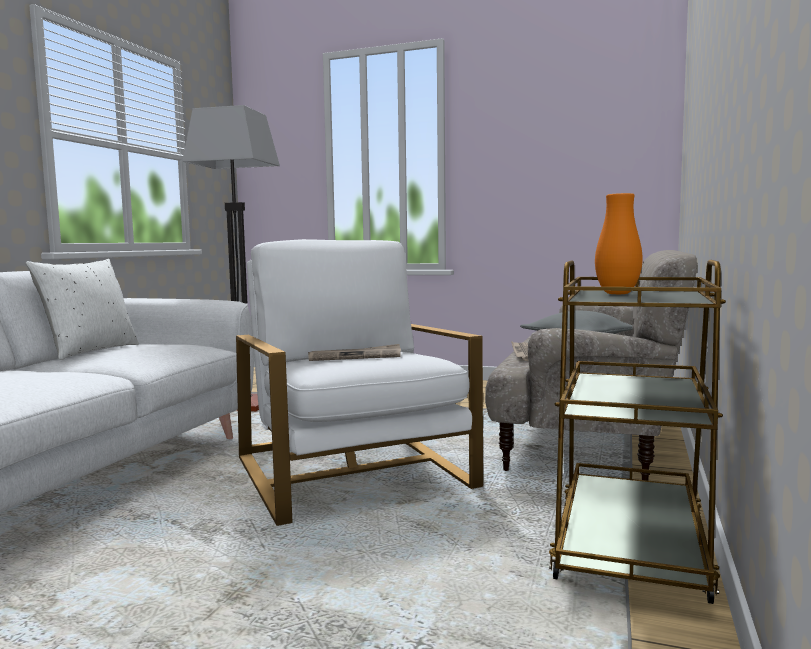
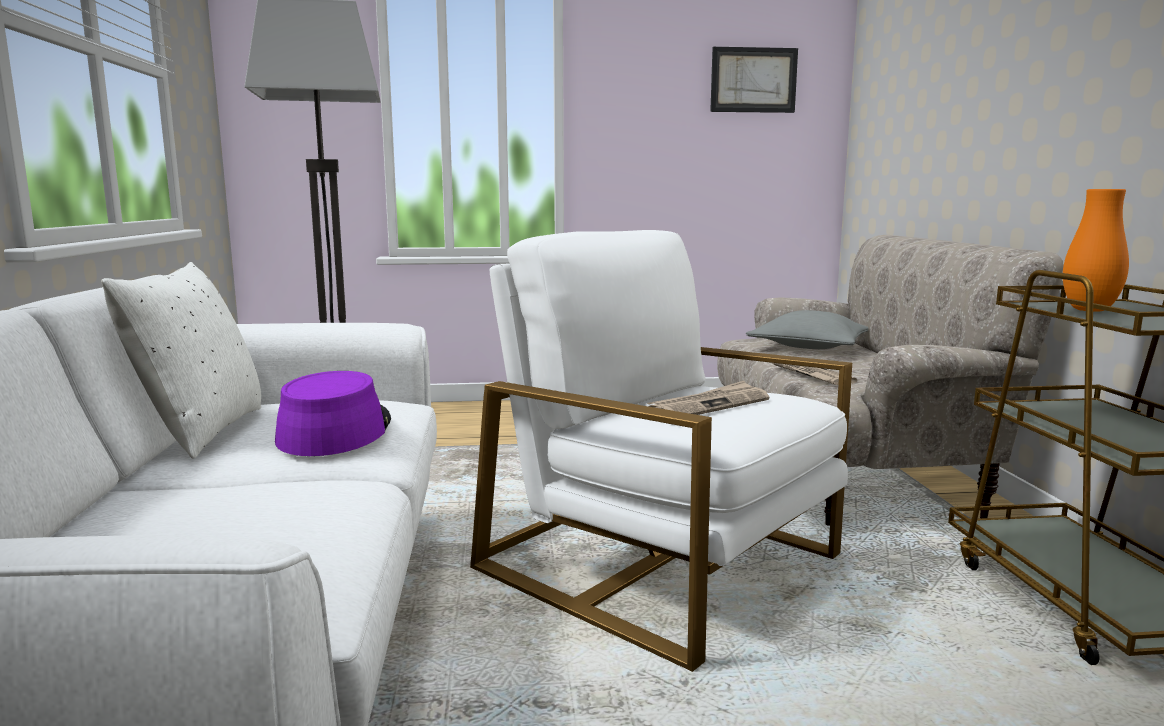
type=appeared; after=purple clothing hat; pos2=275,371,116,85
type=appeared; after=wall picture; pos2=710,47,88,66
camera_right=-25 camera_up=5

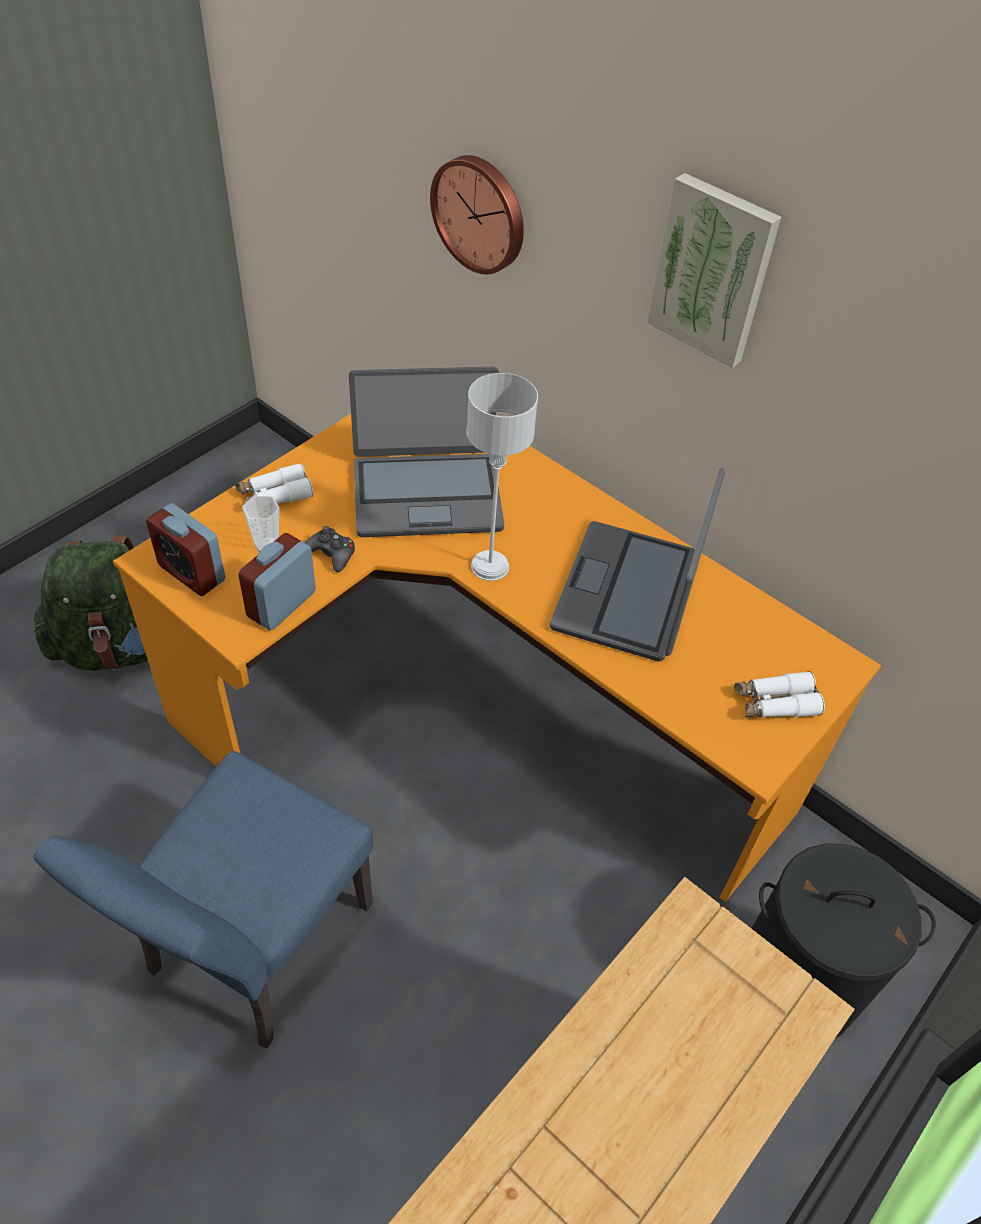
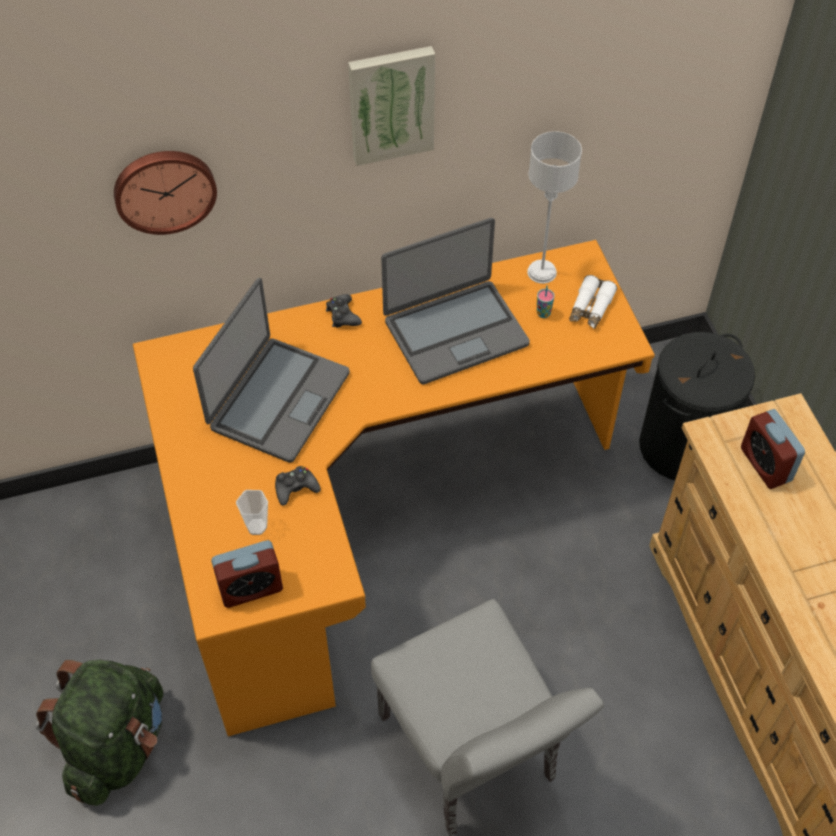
type=appeared; after=black game controller; pos2=326,294,36,34
type=colour; before=blue chair; after=greyish chair; pos1=33,751,340,298; pos2=371,599,233,237
type=spun; before=notebook computer; pos1=550,468,175,194; pos2=381,218,149,166; turn=-75
type=relocated; before=greyish lamp for a table; pos1=467,373,71,208; pos2=527,131,55,153
type=appeared; after=drinking cup; pos2=537,285,18,33
type=relocated; before=bedside clock; pos1=238,533,78,98; pos2=741,409,64,80
type=missing; before=whitish pair of binoculars; pos1=235,463,79,41
camera_right=-55 camera_up=5

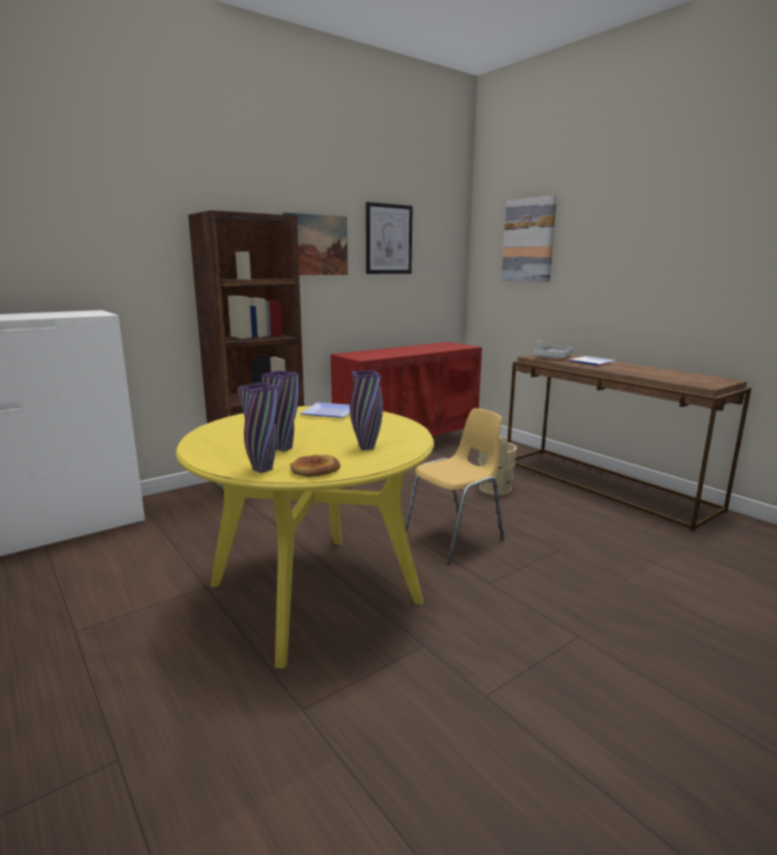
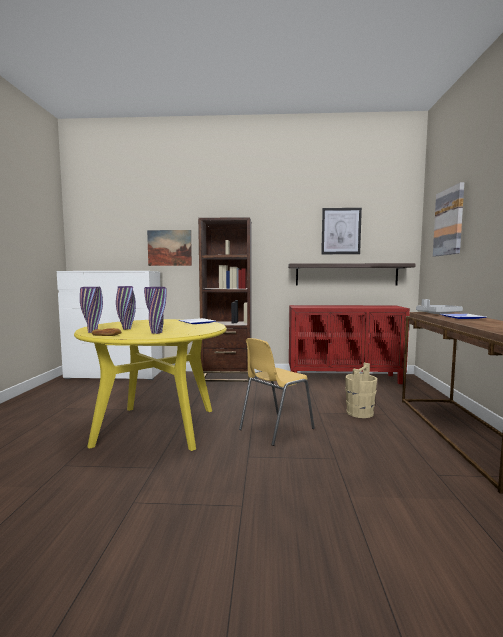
type=relocated; before=wall picture; pos1=282,212,66,63; pos2=147,230,45,36
type=spun; before=yellow chair; pos1=405,408,100,156; pos2=239,338,76,108; turn=135
type=appeared; after=wall shelf; pos2=288,263,128,23
camera_right=40 camera_up=-10

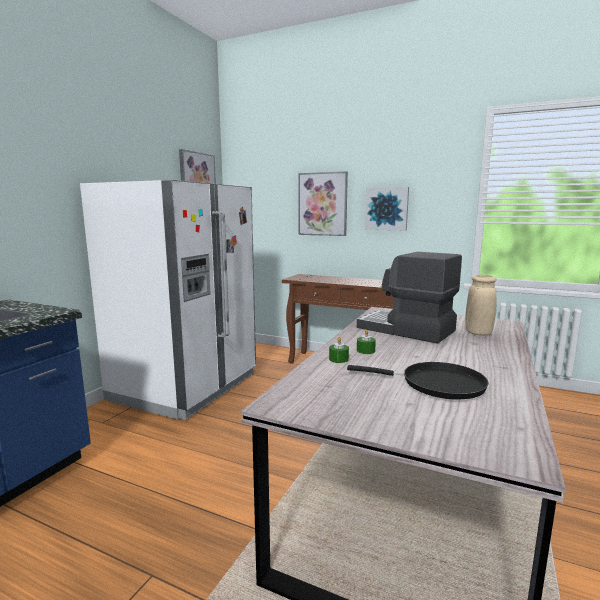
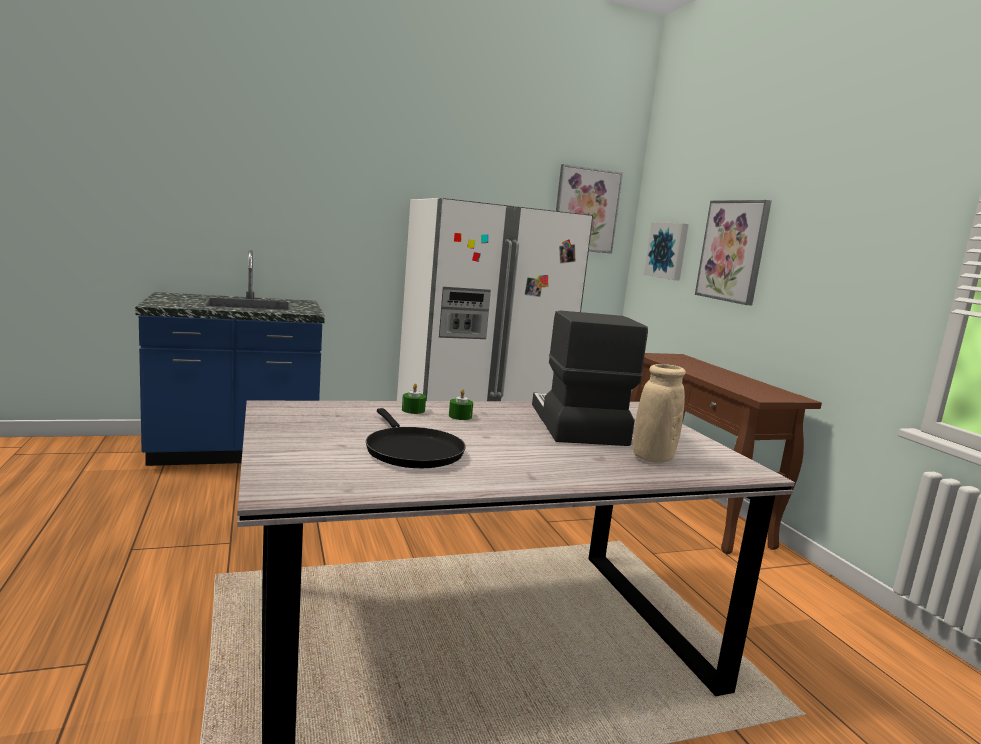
type=relocated; before=wall picture; pos1=365,187,44,43; pos2=644,222,45,59
camera_right=45 camera_up=0

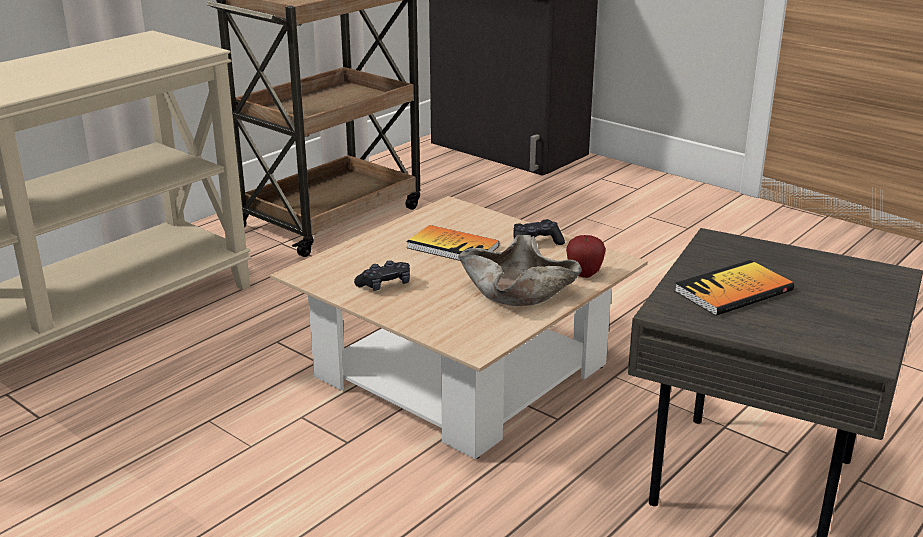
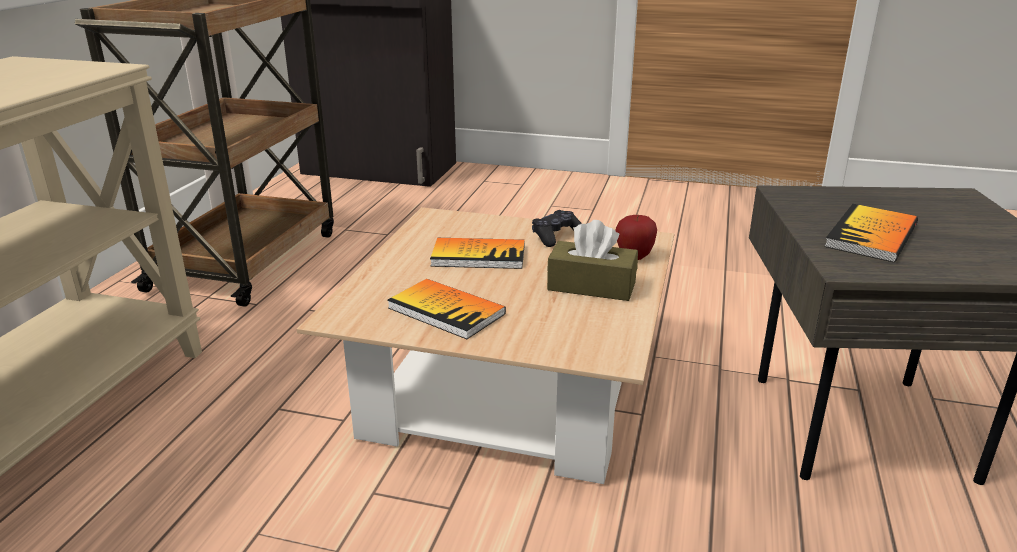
type=exchanged; before=black game controller; after=book; pos1=354,260,56,31; pos2=387,279,119,60
type=exchanged; before=sand-coloured serving bowl; after=brown-coloured box of tissues; pos1=458,235,124,71; pos2=547,220,91,81
camera_right=-25 camera_up=0

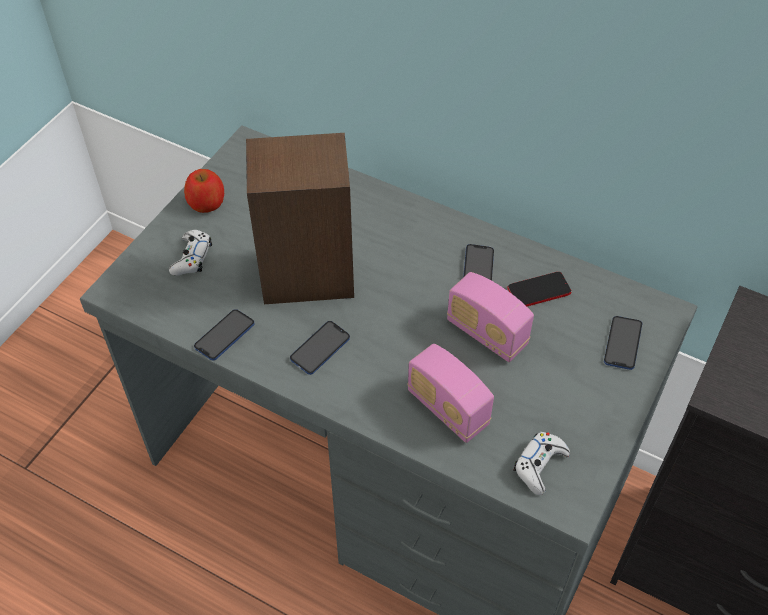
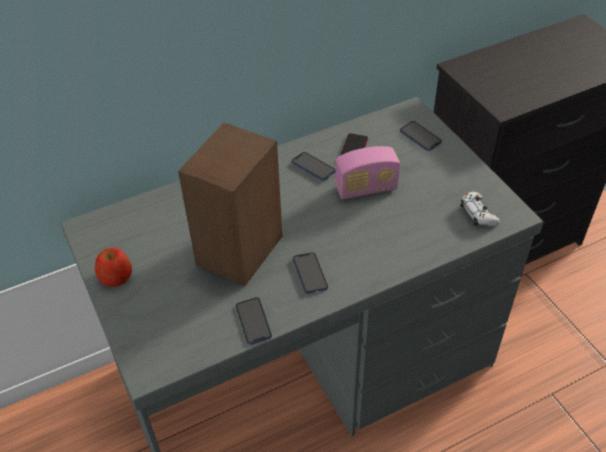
type=missing; before=whitish game controller; pos1=169,230,43,46
type=missing; before=radio set; pos1=407,344,87,99
camera_right=-55 camera_up=-5

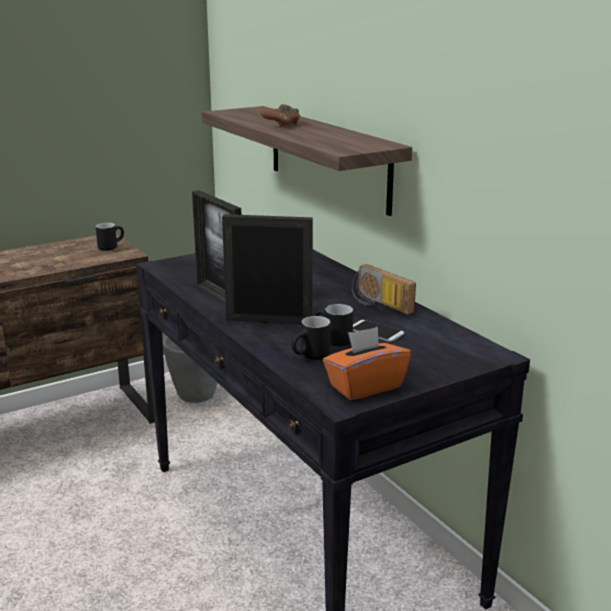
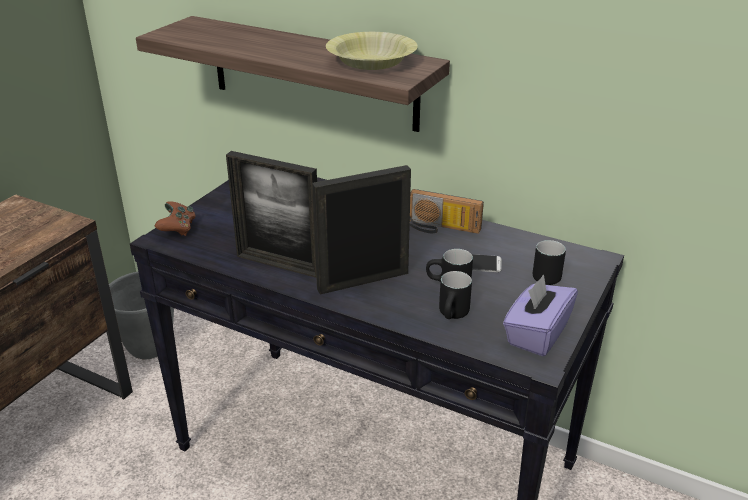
type=relocated; before=brown-coloured game controller; pos1=260,104,40,24; pos2=155,201,41,35
type=appeared; after=yellow serving bowl; pos2=326,32,92,38
type=colour; before=orange box of tissues; after=purple box of tissues; pos1=323,327,88,73; pos2=503,274,75,82
type=relocated; before=black coffee mug; pos1=96,223,28,28; pos2=533,240,33,45
camera_right=-30 camera_up=10

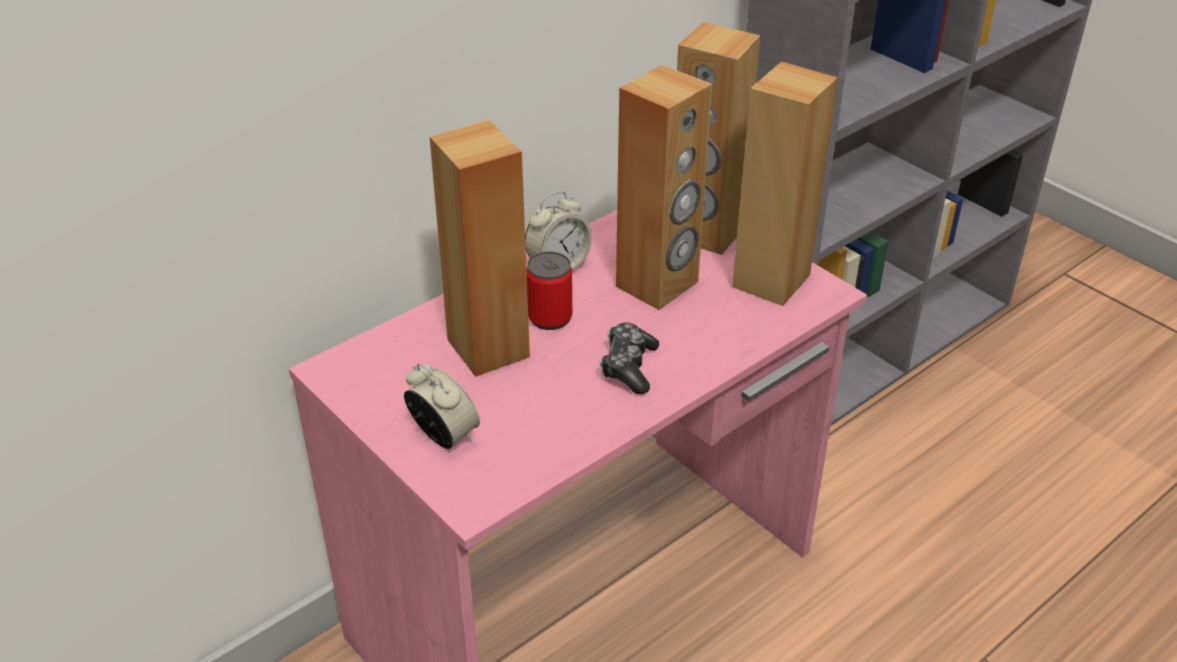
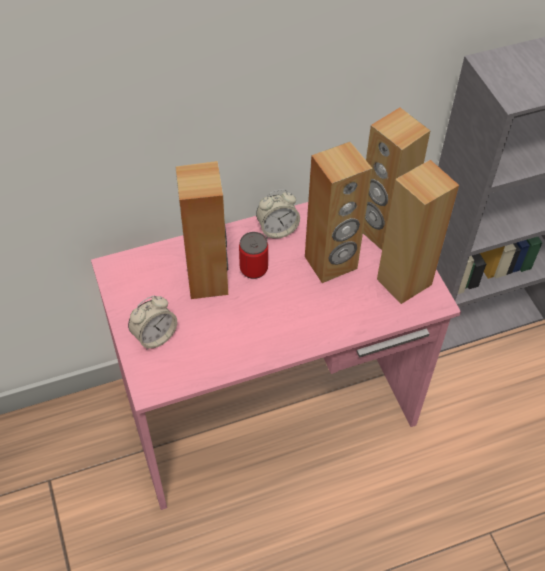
type=spun; before=bedside clock; pos1=404,363,76,86; pos2=128,295,49,55; turn=75
type=missing; before=game controller; pos1=600,323,59,71
camera_right=20 camera_up=15

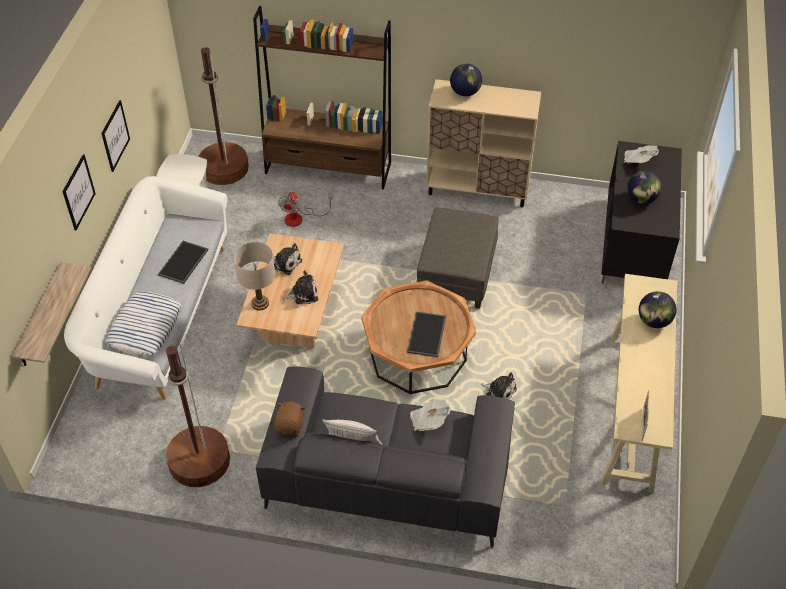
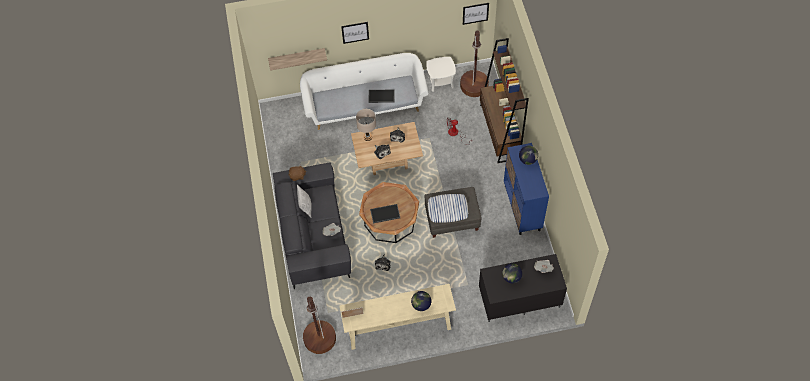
type=relocated; before=brown-coloured floor lamp; pos1=166,344,64,143; pos2=303,297,33,57
type=relocated; before=throw pillow; pos1=106,292,75,64; pos2=428,194,40,29
type=relocated; before=wall picture; pos1=101,100,29,72; pos2=463,3,26,22
type=colour; before=sand-coloured cabinet; after=blue cabinet; pos1=426,79,115,128; pos2=504,143,45,92
camera_right=70 camera_up=10

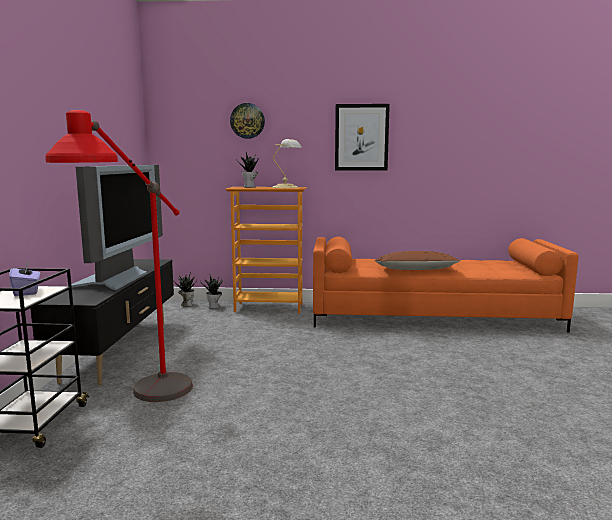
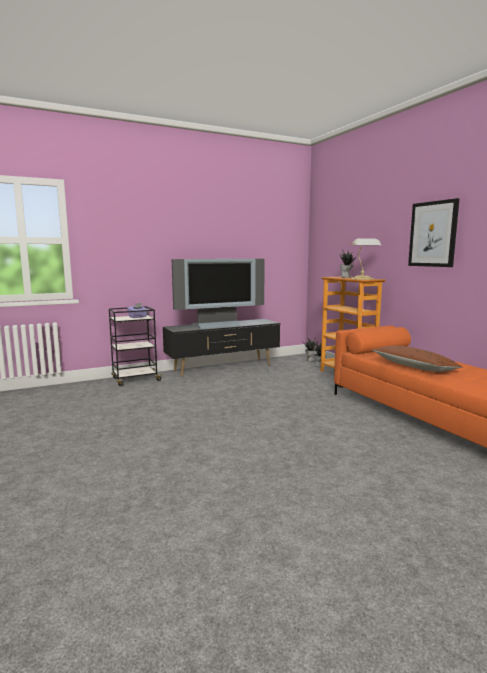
type=missing; before=red floor lamp; pos1=45,110,148,292
type=missing; before=wall clock; pos1=230,103,35,36
camera_right=60 camera_up=0

